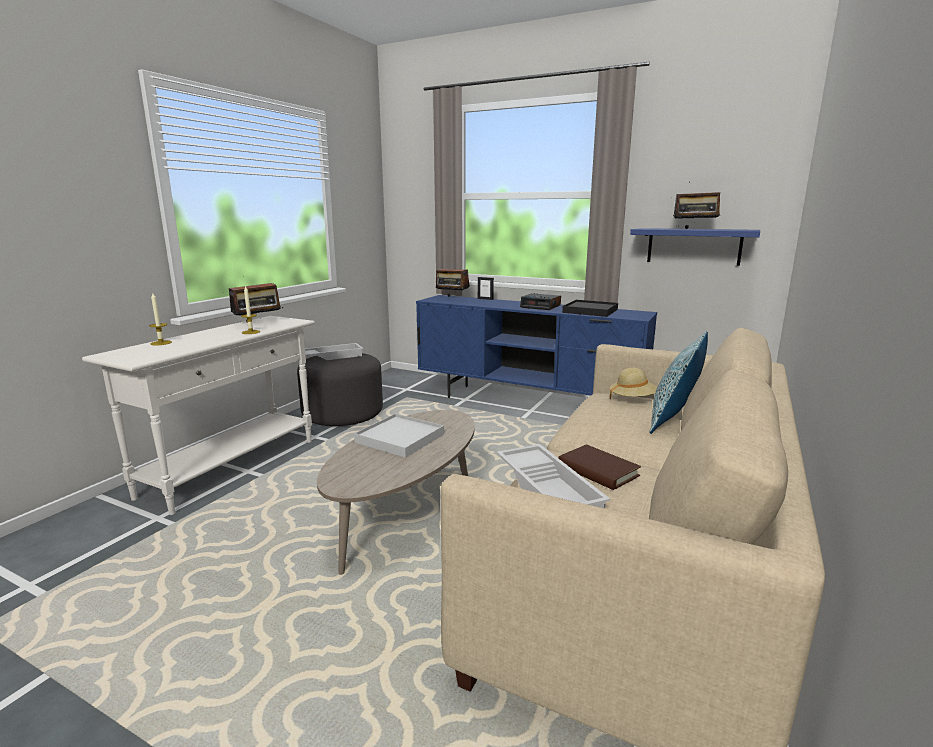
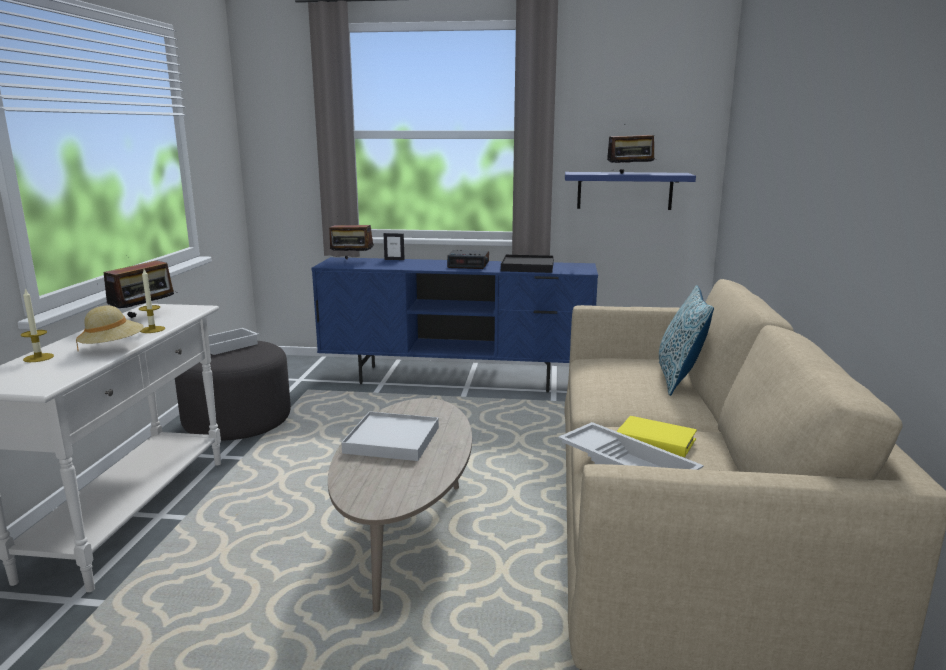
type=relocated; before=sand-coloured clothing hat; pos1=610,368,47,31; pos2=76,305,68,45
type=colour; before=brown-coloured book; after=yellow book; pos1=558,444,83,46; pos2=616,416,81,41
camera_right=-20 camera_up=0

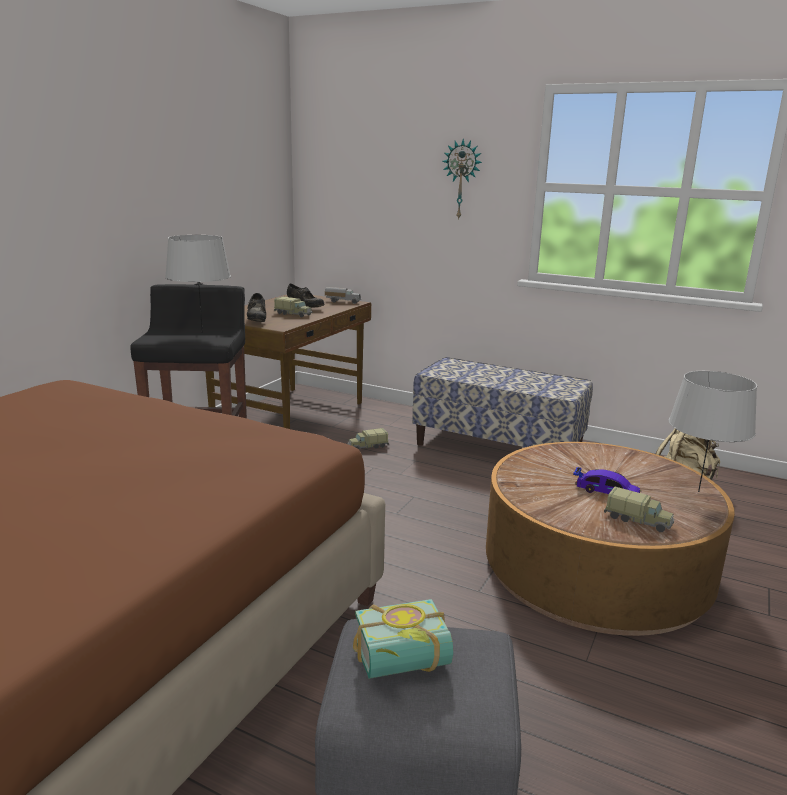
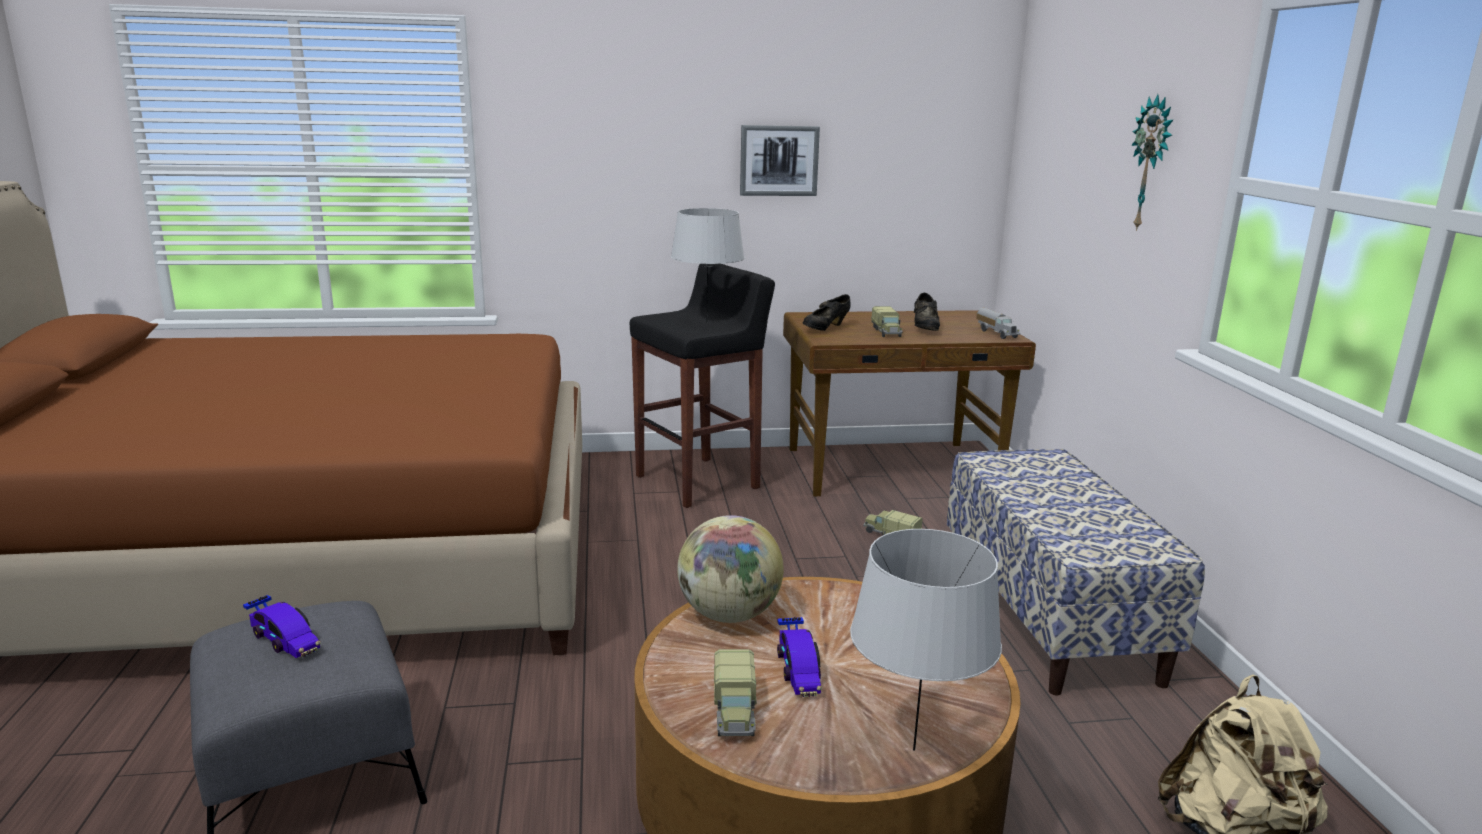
type=exchanged; before=book; after=toy car; pos1=353,599,100,80; pos2=243,595,78,63
type=appeared; after=world globe; pos2=677,515,107,108
type=appeared; after=wall picture; pos2=740,125,80,71
camera_right=55 camera_up=0

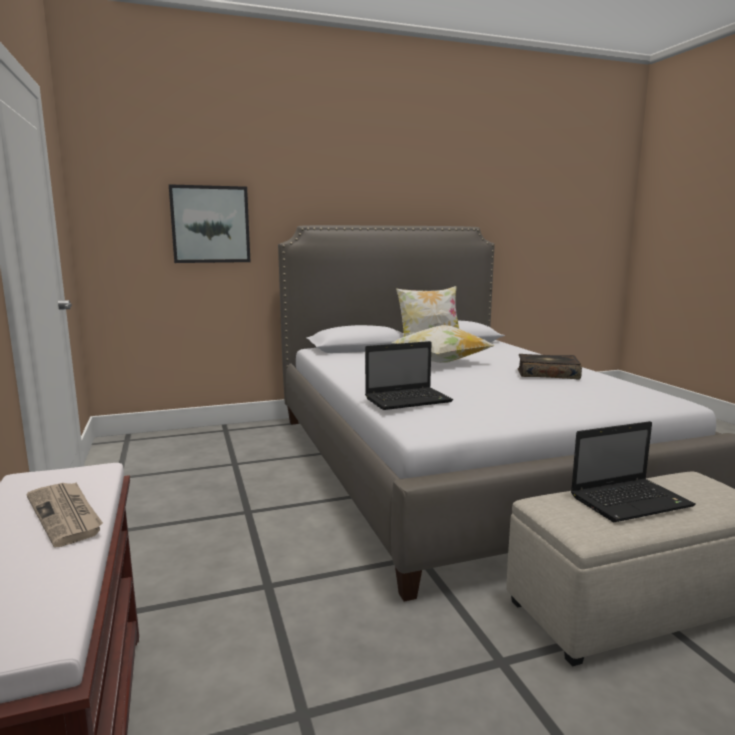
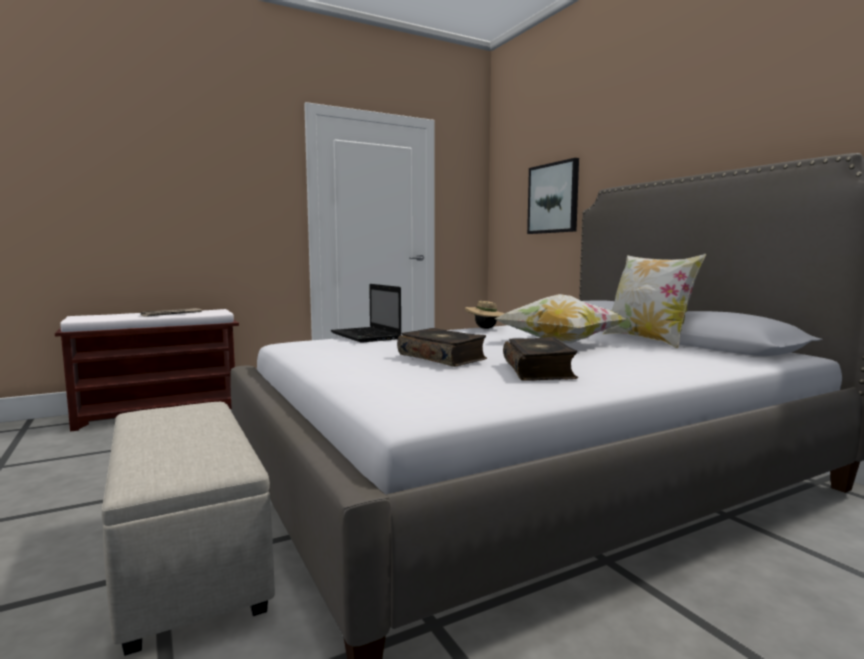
type=appeared; after=book; pos2=397,328,90,39
type=appeared; after=sand-coloured clothing hat; pos2=465,301,40,28
type=missing; before=notebook computer; pos1=571,421,125,101
camera_right=80 camera_up=-5

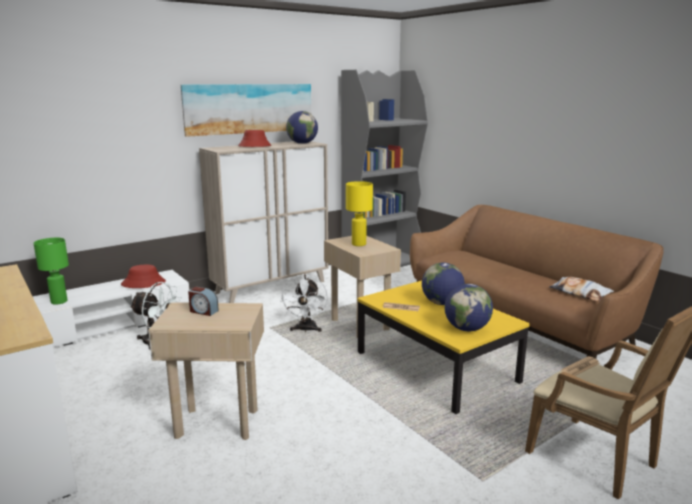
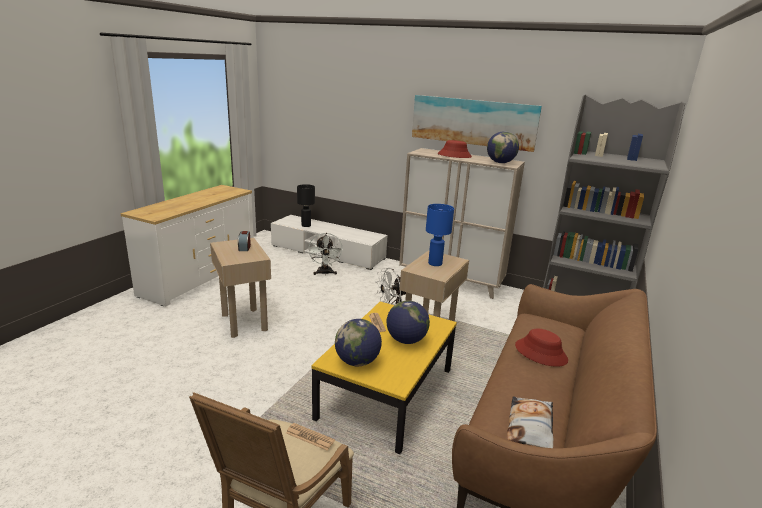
type=colour; before=greenish lamp for a table; after=black lamp for a table; pos1=34,238,35,67; pos2=297,184,18,43
type=colour; before=yellow lamp for a table; after=blue lamp for a table; pos1=346,181,27,65; pos2=426,204,28,62
type=relocated; before=red clothing hat; pos1=121,265,45,23; pos2=515,328,53,39
camera_right=60 camera_up=5

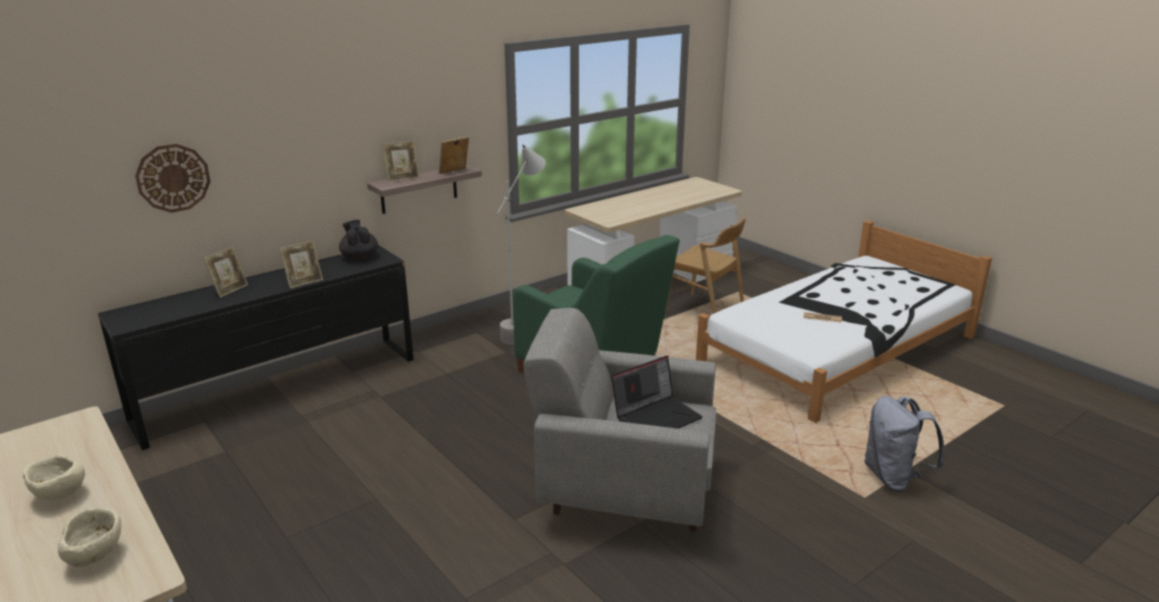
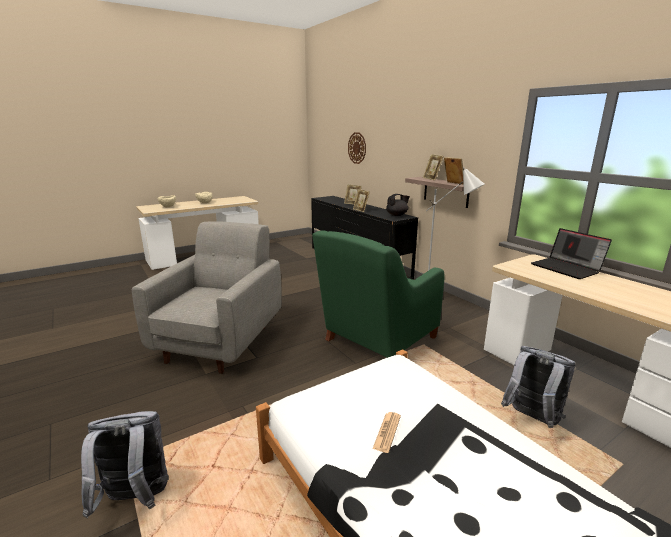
type=exchanged; before=brown-coloured chair; after=greyish backpack; pos1=665,218,81,96; pos2=501,346,75,82
type=relocated; before=notebook computer; pos1=611,356,92,73; pos2=531,228,81,51
camera_right=95 camera_up=-5

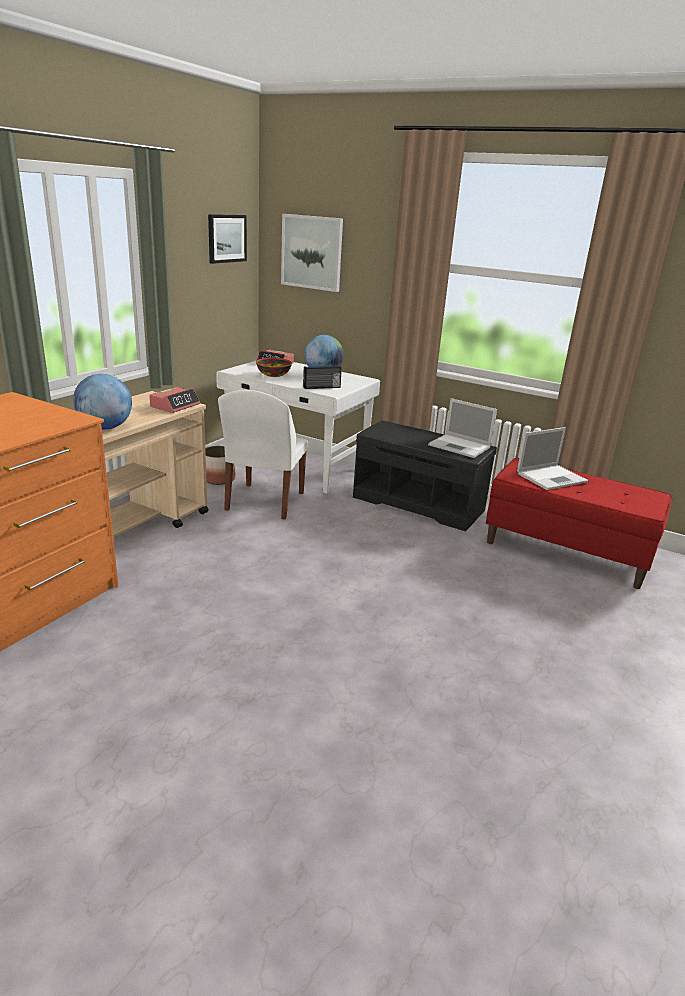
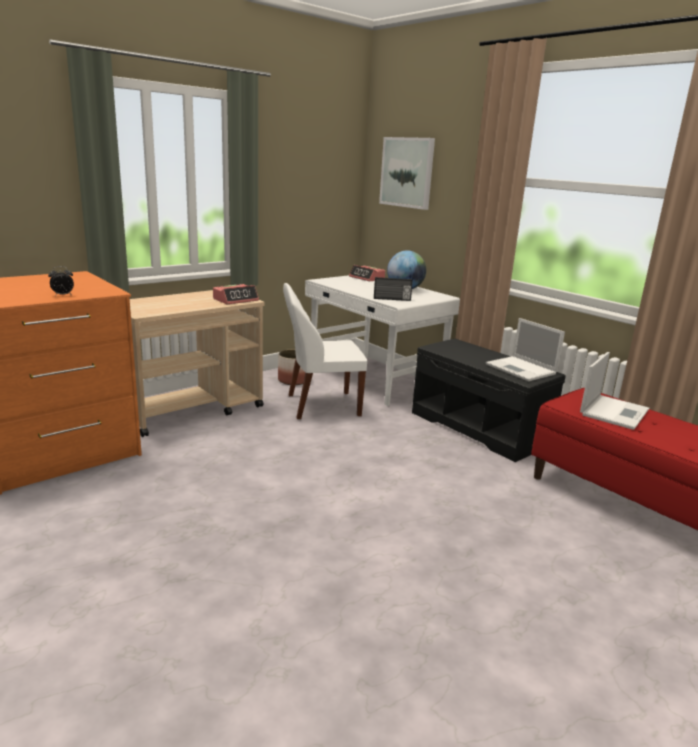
type=appeared; after=bedside clock; pos2=48,266,26,30
type=spun; before=whitish chair; pos1=218,390,89,130; pos2=283,283,84,136; turn=45
type=spun; before=notebook computer; pos1=517,427,71,63; pos2=580,352,69,78; turn=-45
type=missing; before=world globe; pos1=73,374,59,56
type=missing; before=wall picture; pos1=208,214,39,50
type=missing; before=serving bowl; pos1=256,358,36,19
camera_right=20 camera_up=-5

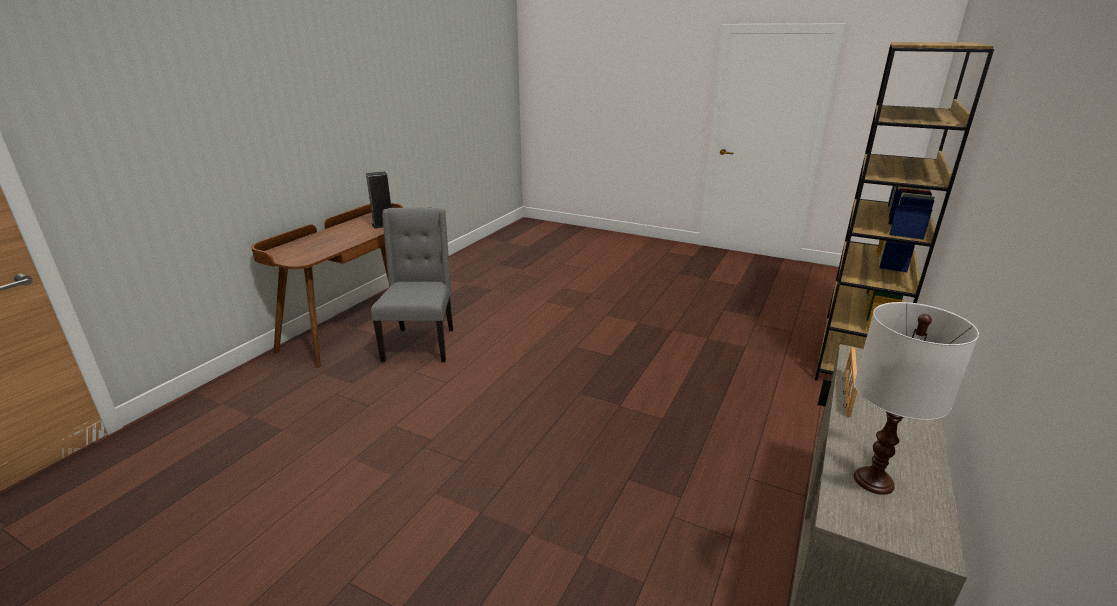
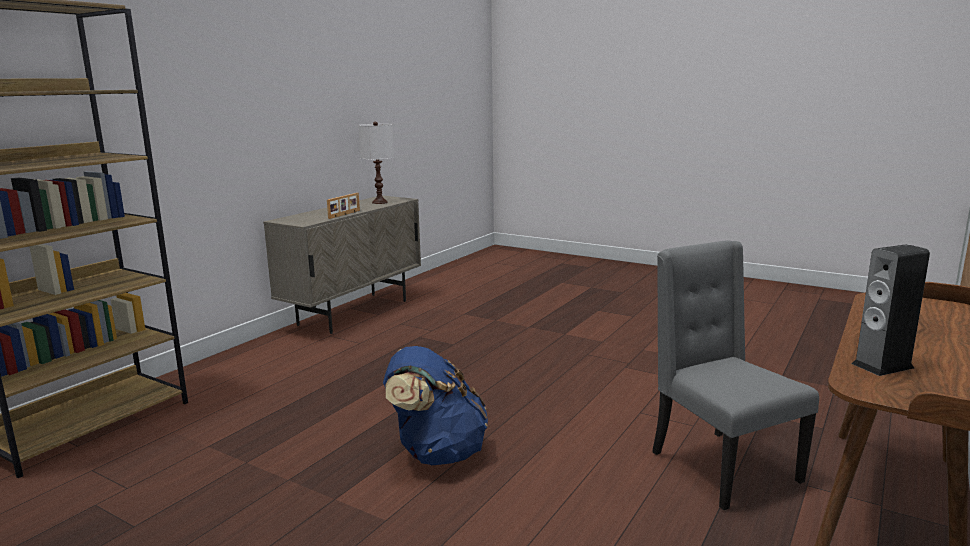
type=appeared; after=blue backpack; pos2=383,346,105,120
type=spun; before=greyish chair; pos1=371,208,82,154; pos2=653,240,166,270; turn=150
camera_right=-175 camera_up=-10

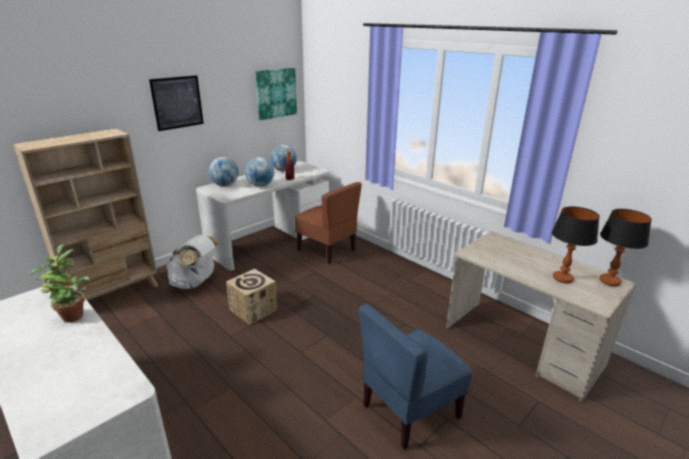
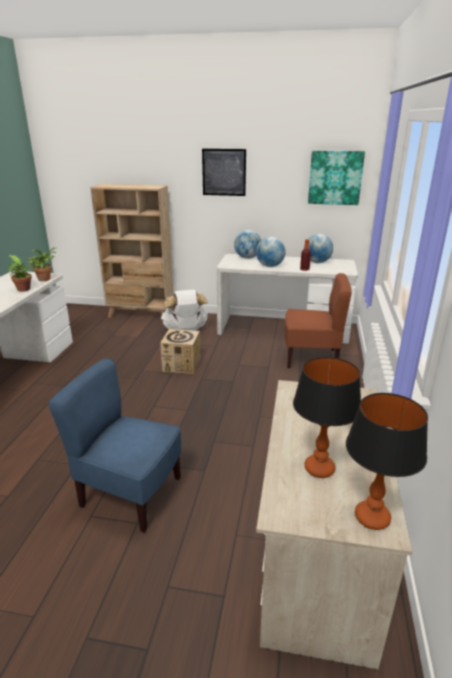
type=spun; before=brown-coloured chair; pos1=295,182,67,82; pos2=285,273,67,95; turn=-90
camera_right=55 camera_up=0

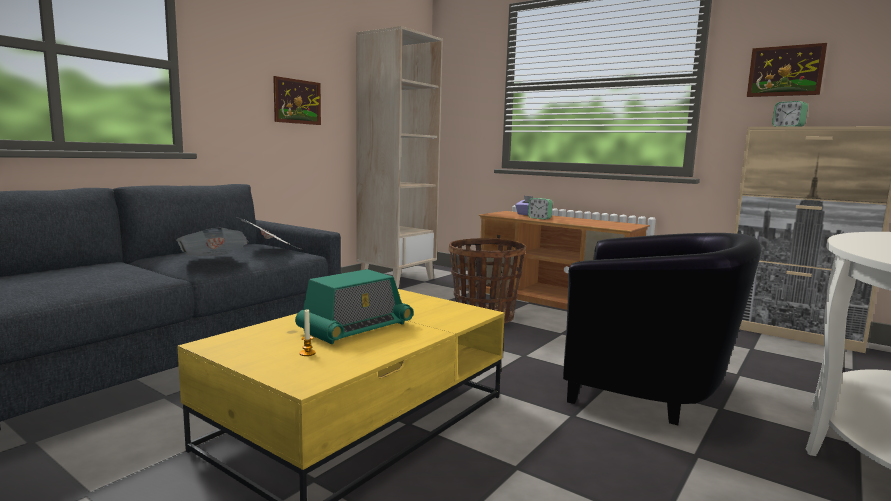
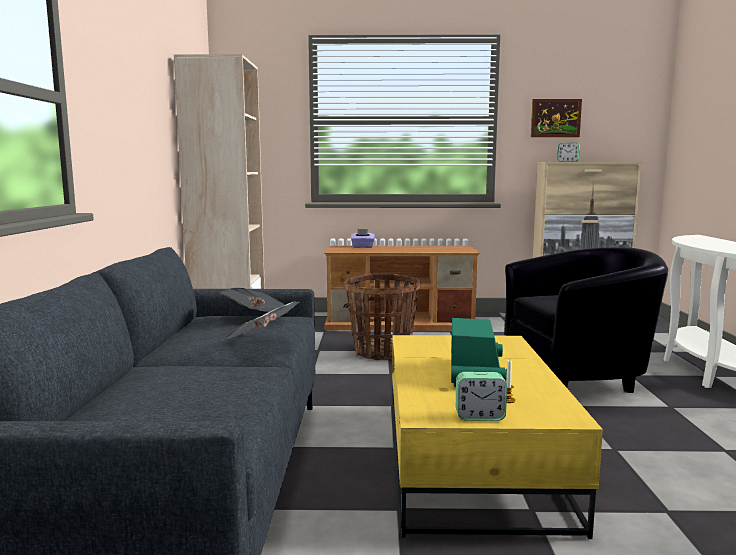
type=relocated; before=bedside clock; pos1=528,198,25,22; pos2=456,372,51,49
type=missing; before=wall picture; pos1=273,76,48,49
camera_right=-35 camera_up=0

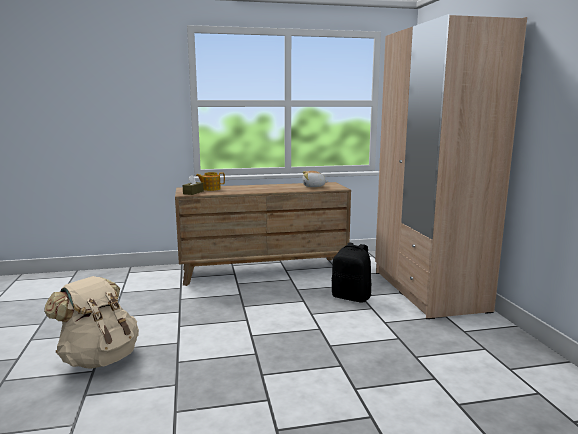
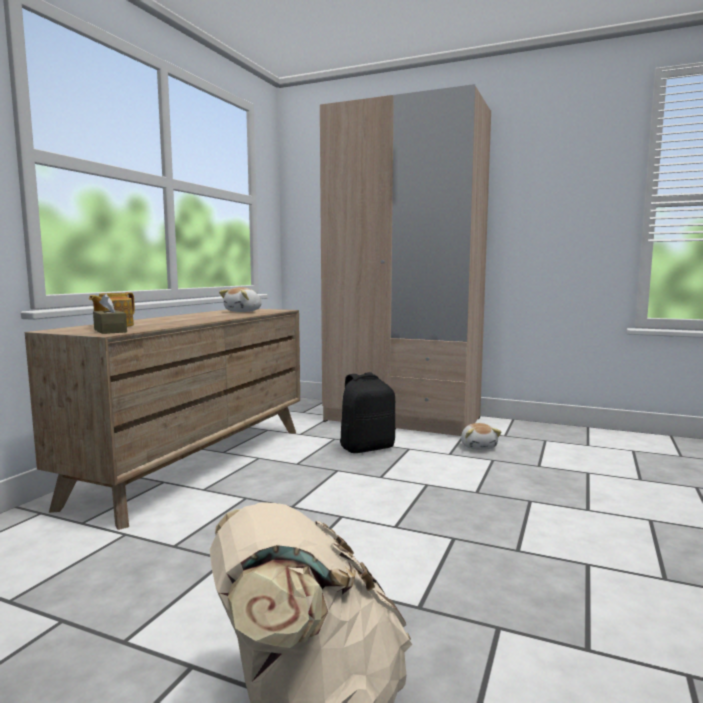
type=appeared; after=soft toy; pos2=461,423,40,27
camera_right=-55 camera_up=-5

